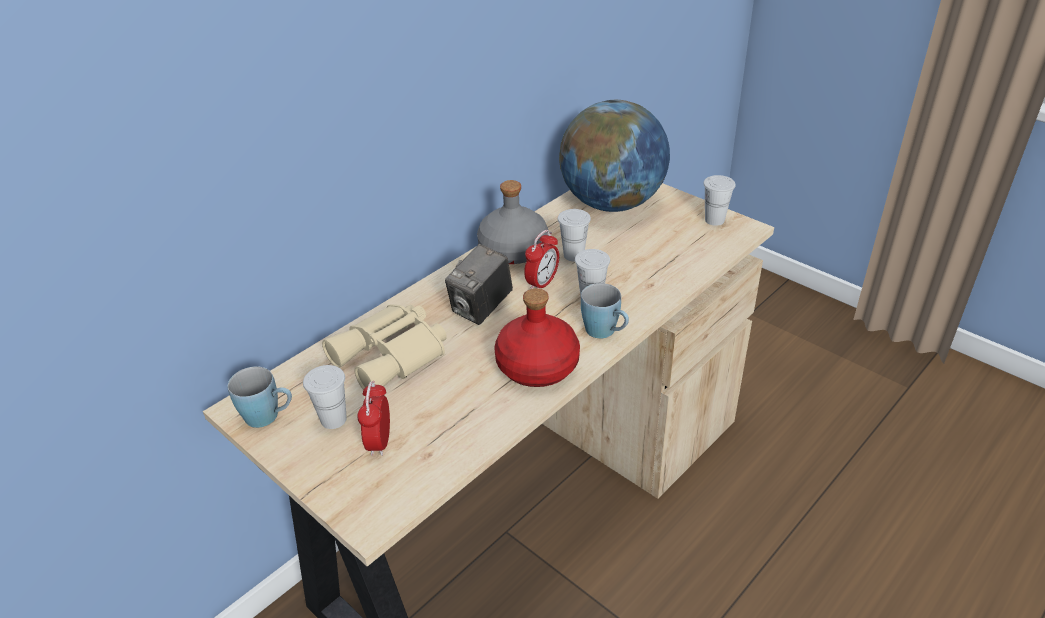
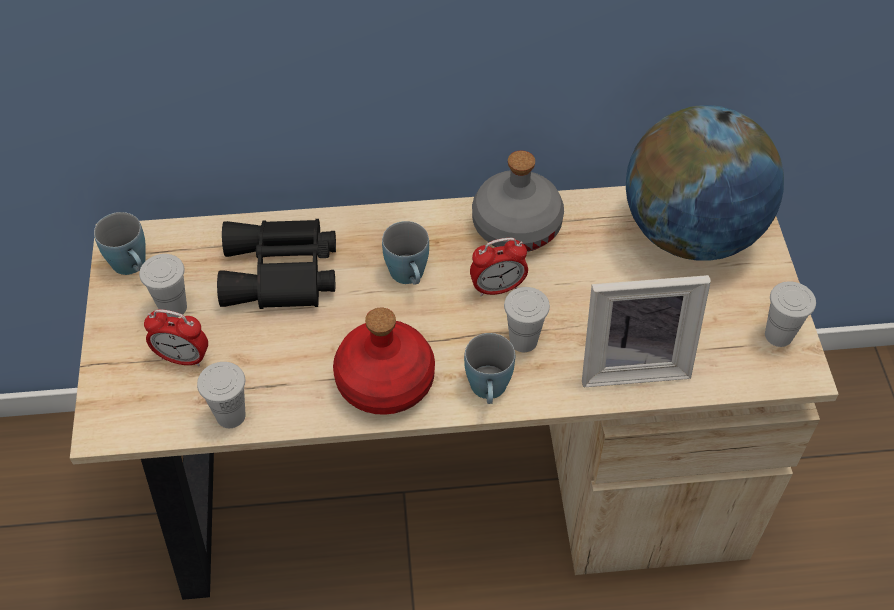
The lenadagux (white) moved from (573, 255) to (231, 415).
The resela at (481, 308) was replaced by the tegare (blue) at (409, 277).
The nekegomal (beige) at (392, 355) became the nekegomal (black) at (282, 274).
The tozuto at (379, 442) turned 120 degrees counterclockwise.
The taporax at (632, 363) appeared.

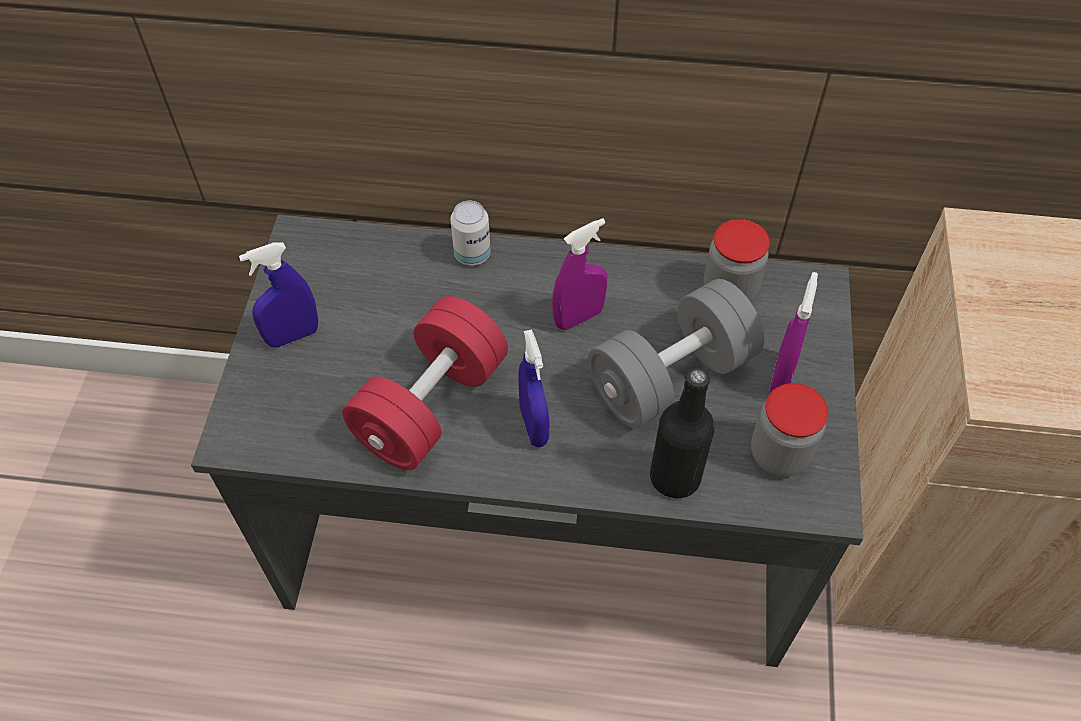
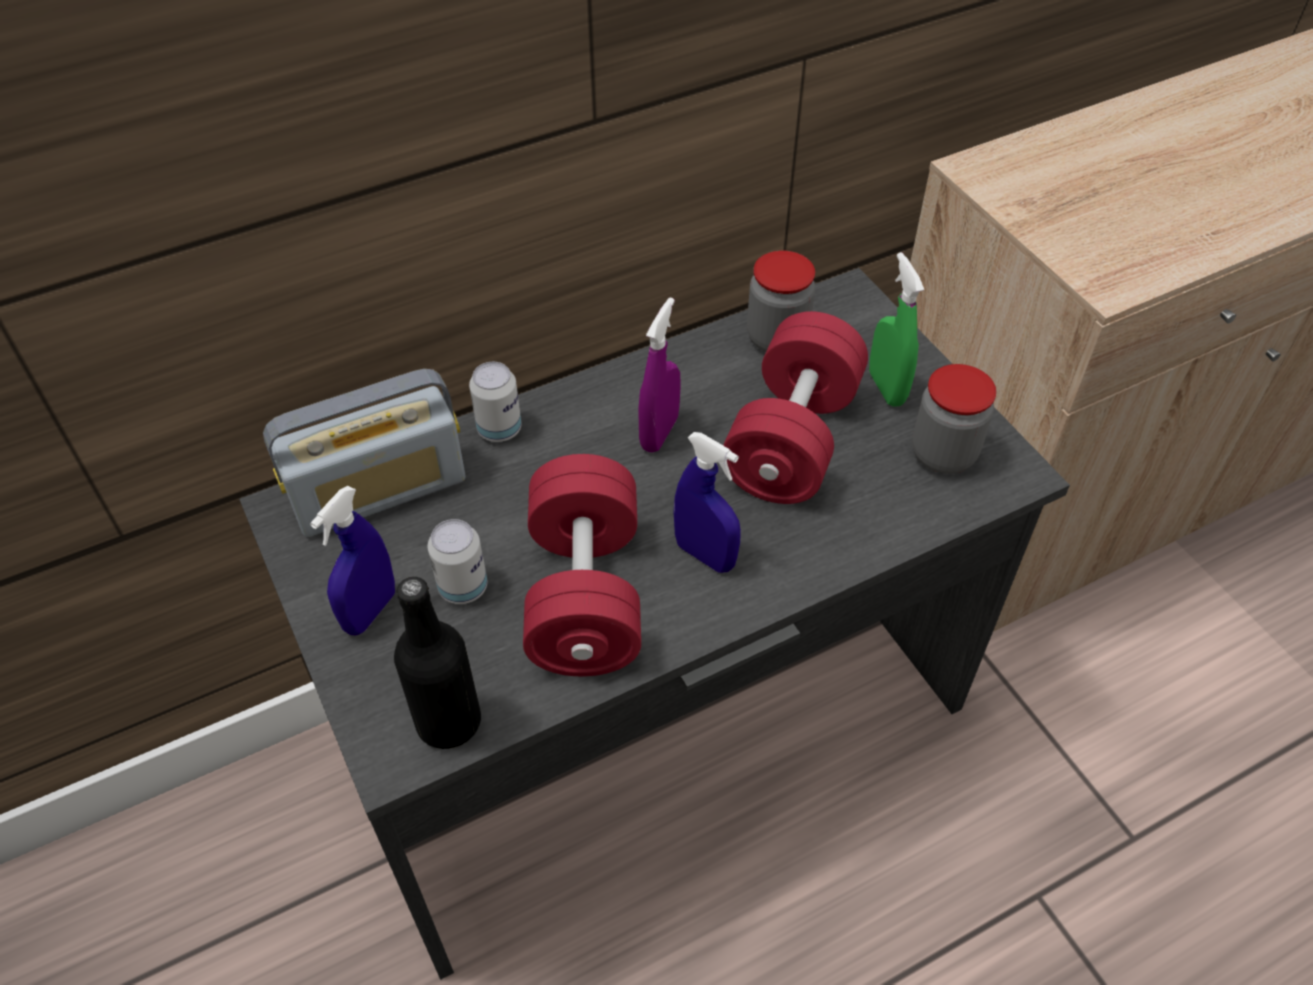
The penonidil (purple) at (781, 377) became the penonidil (green) at (886, 388).
The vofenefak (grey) at (671, 376) became the vofenefak (red) at (792, 439).
The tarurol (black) moved from (675, 477) to (448, 722).
The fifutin at (379, 491) appeared.
The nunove at (463, 587) appeared.

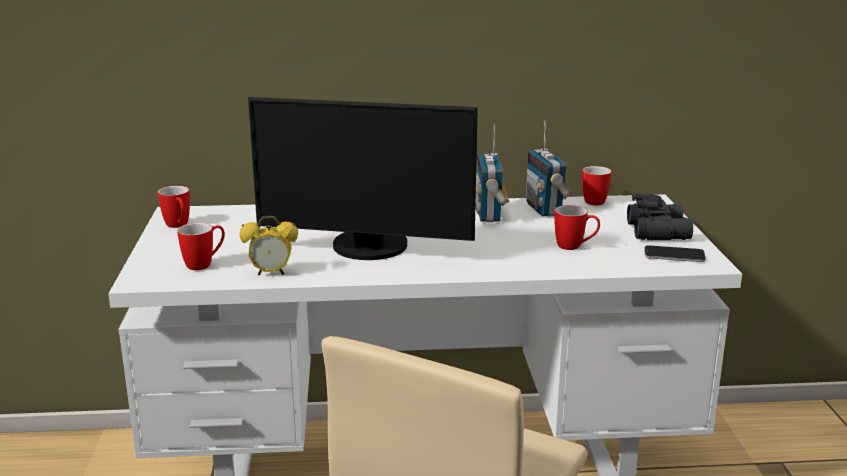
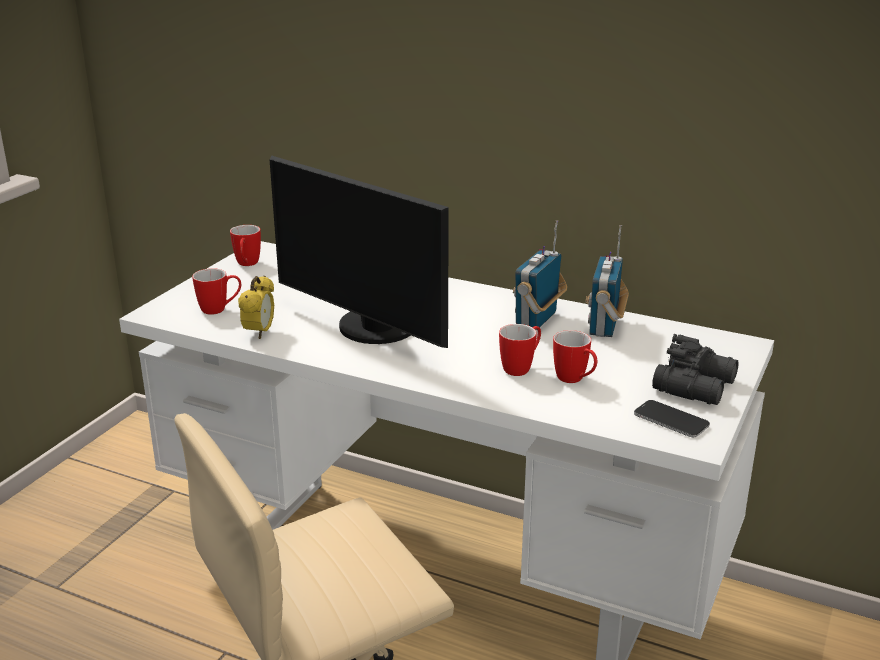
The tegare moved from (595, 200) to (521, 368).
The tozuto at (271, 273) turned 105 degrees counterclockwise.

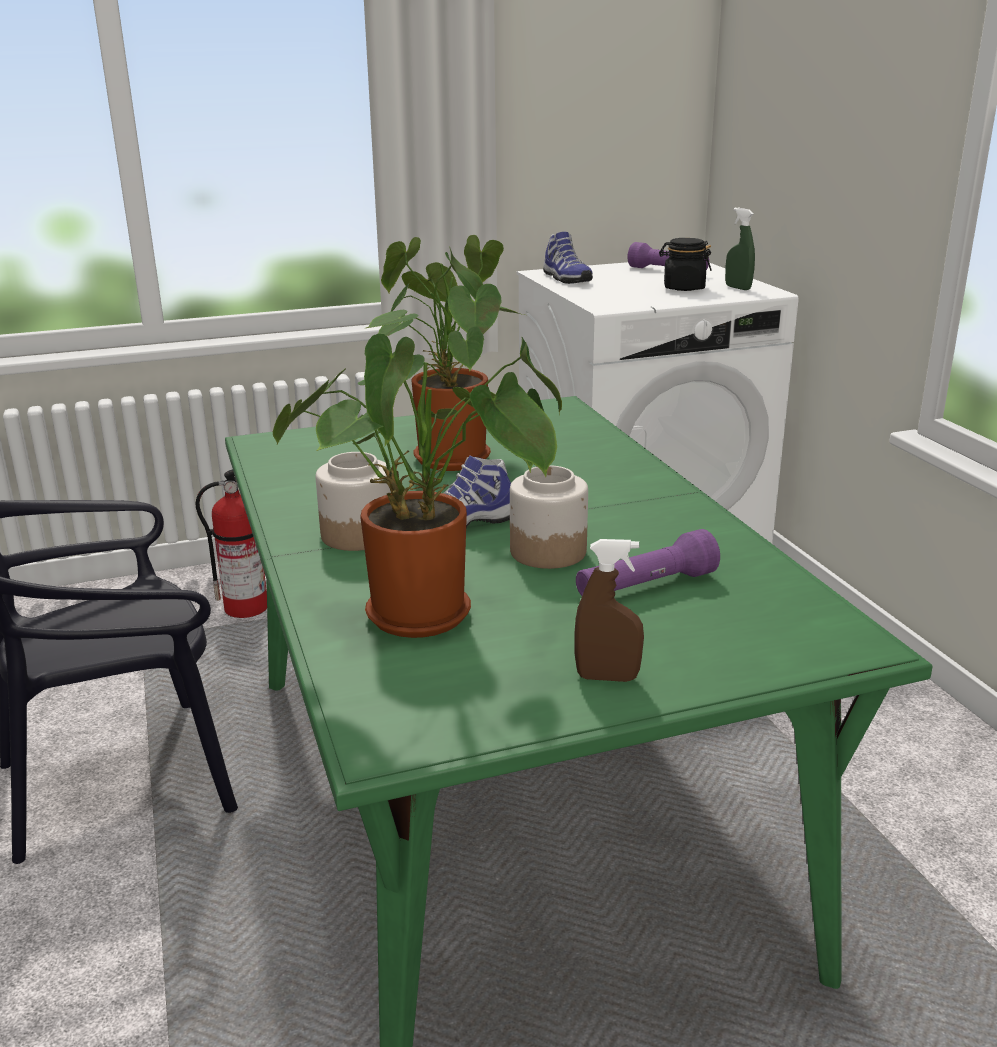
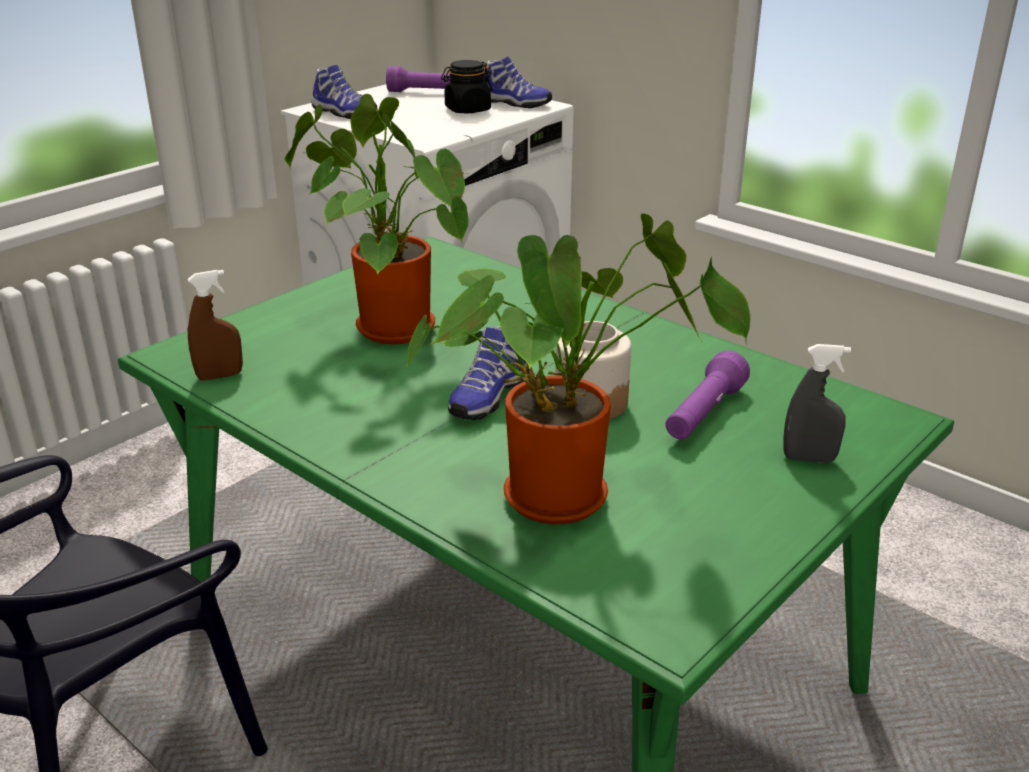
The penonidil (green) at (738, 288) was replaced by the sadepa at (514, 103).
The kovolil at (359, 535) disappeared.
The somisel at (248, 607) disappeared.
The penonidil (brown) moved from (607, 677) to (220, 376).
The penonidil (grey) at (809, 459) appeared.

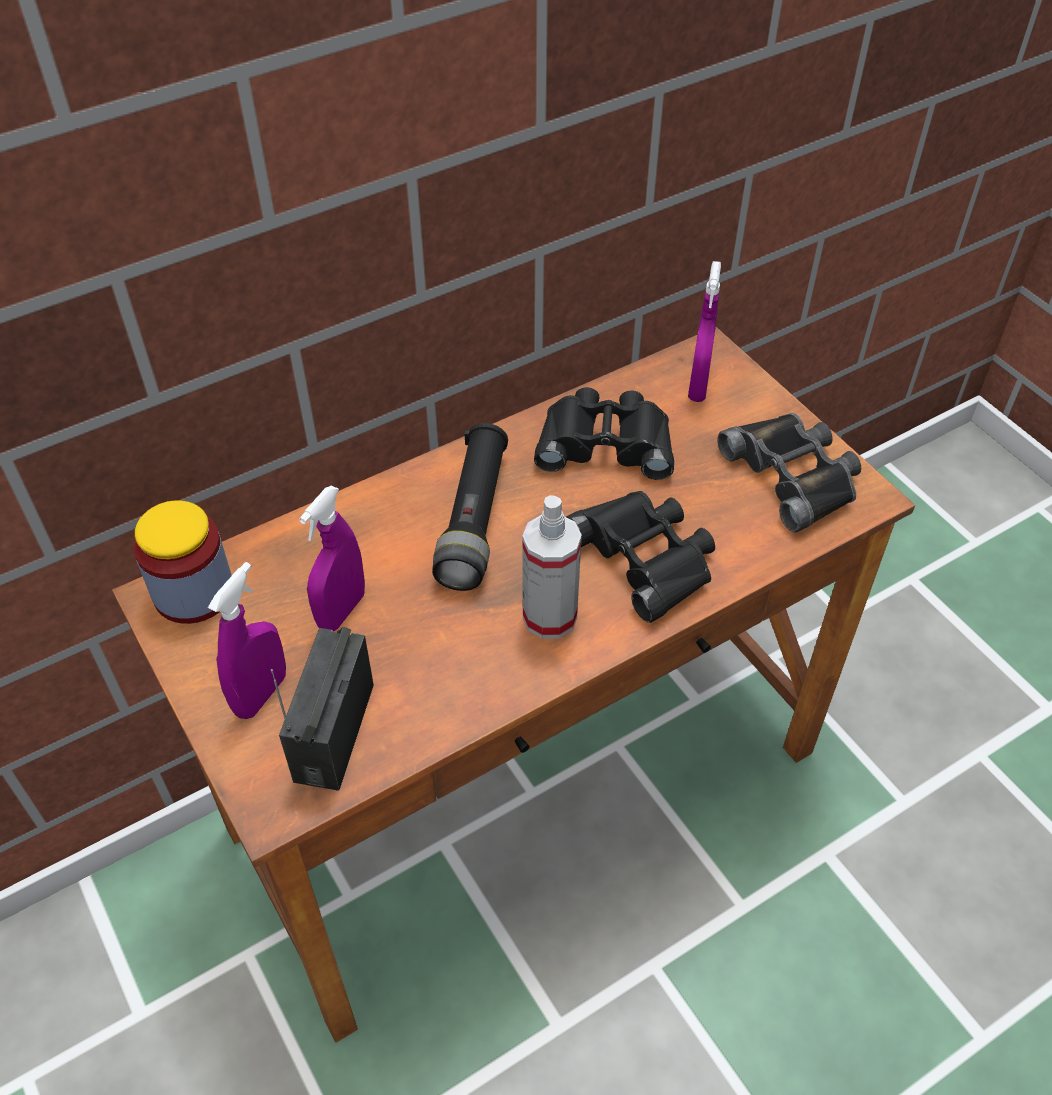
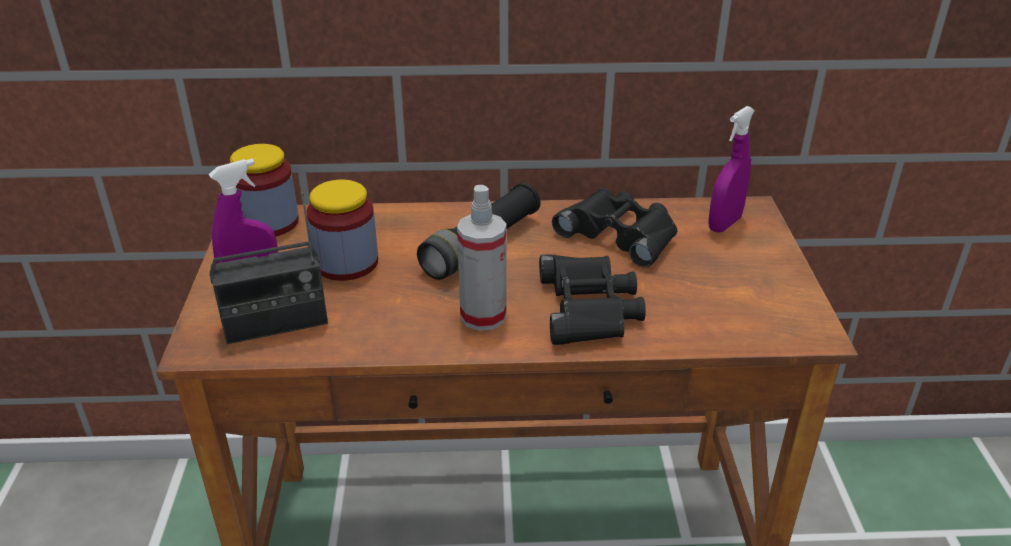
The nekegomal (black) at (793, 475) disappeared.
The penonidil (purple) at (341, 611) was replaced by the kovolil at (346, 263).
The fifutin at (333, 732) turned 150 degrees counterclockwise.

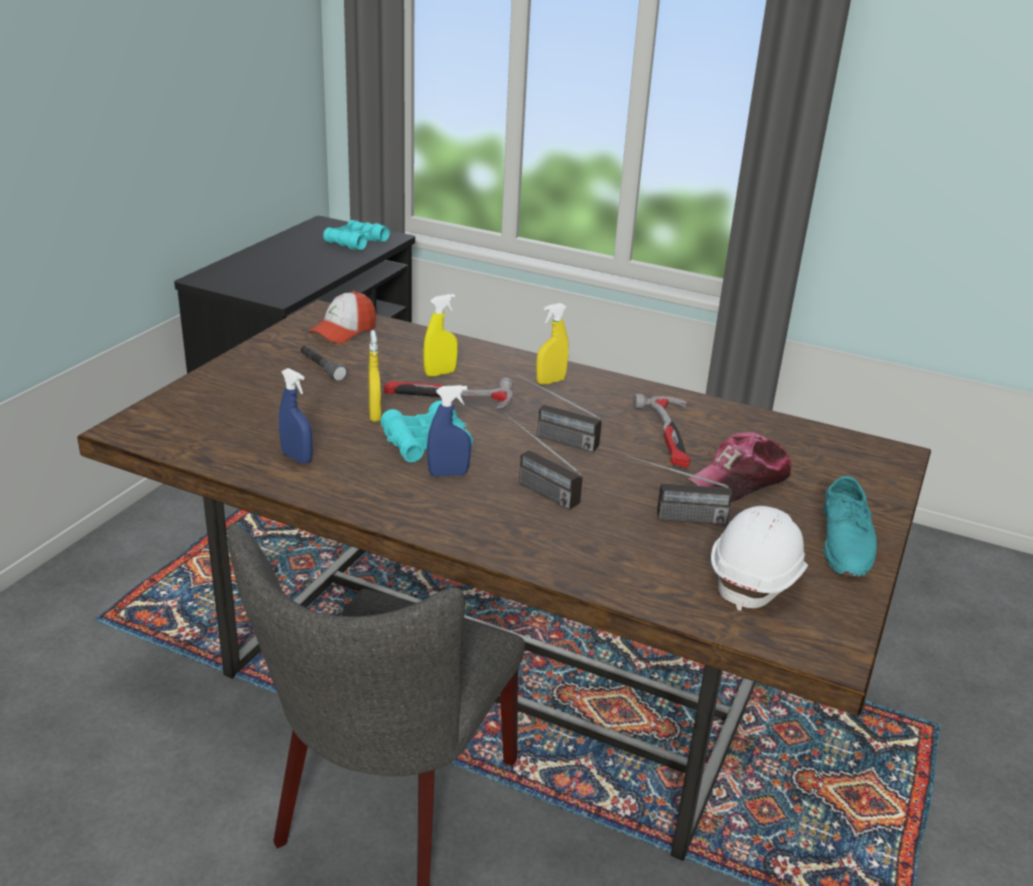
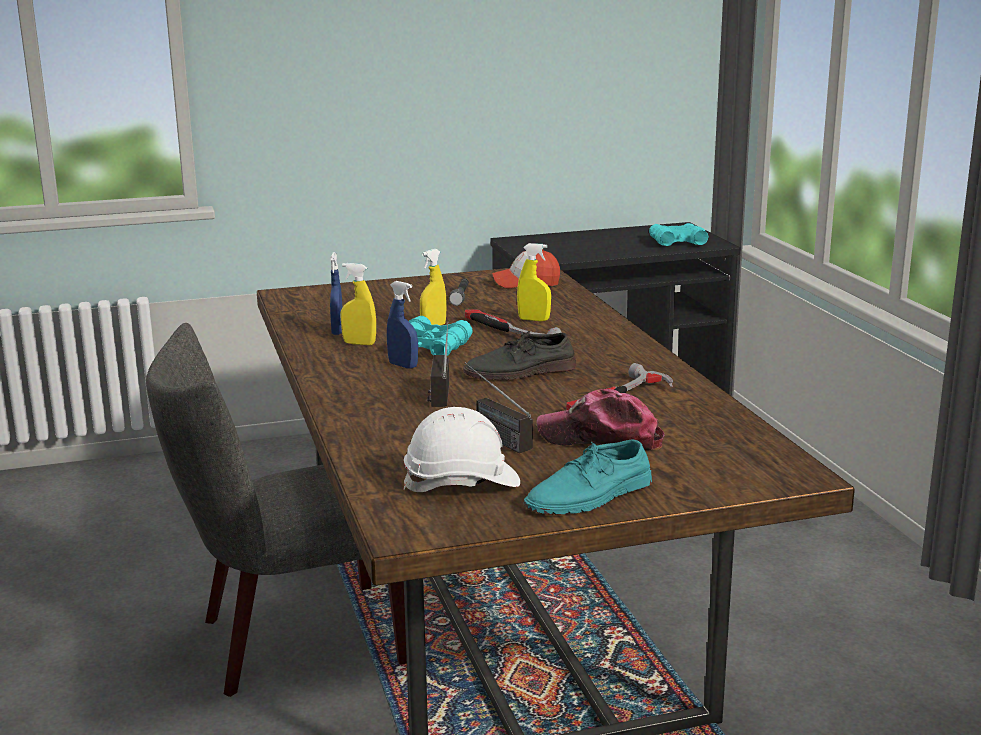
The penonidil (yellow) moved from (550, 381) to (359, 343).
The fifutin at (551, 437) was replaced by the sadepa (grey) at (520, 372).

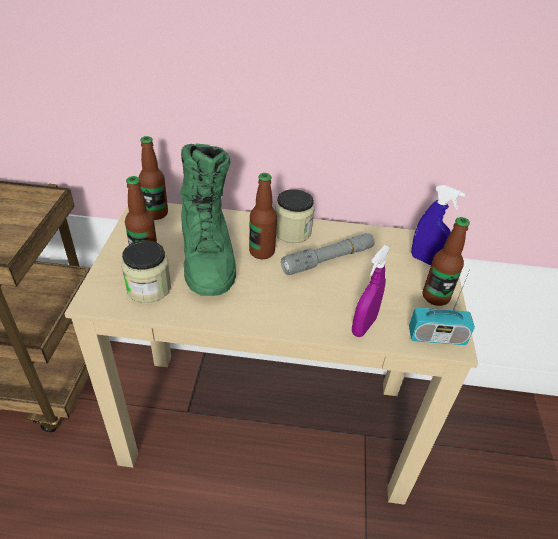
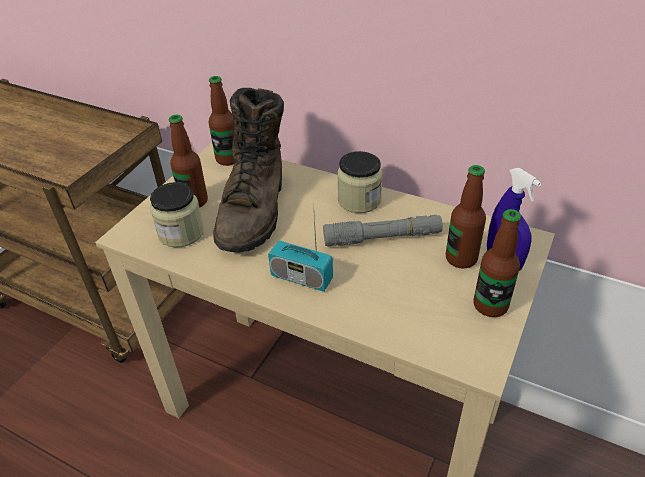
The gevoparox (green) at (207, 255) became the gevoparox (brown) at (255, 210).
The tarurol moved from (262, 252) to (461, 258).
The penonidil (purple) at (363, 326) disappeared.
The fifutin moved from (436, 337) to (301, 278).

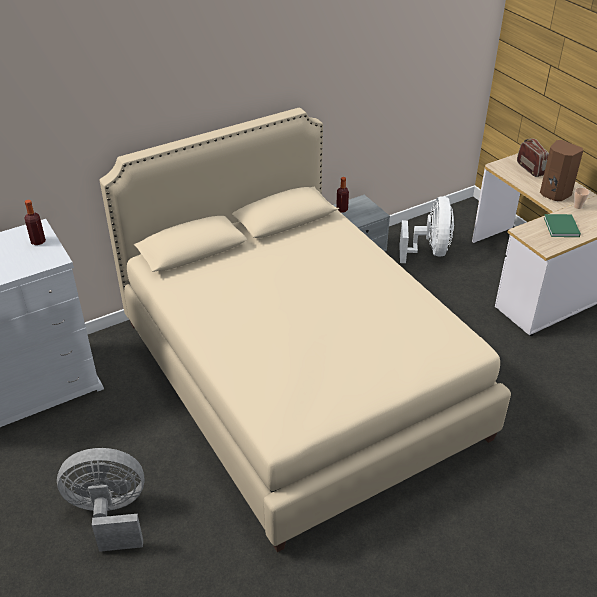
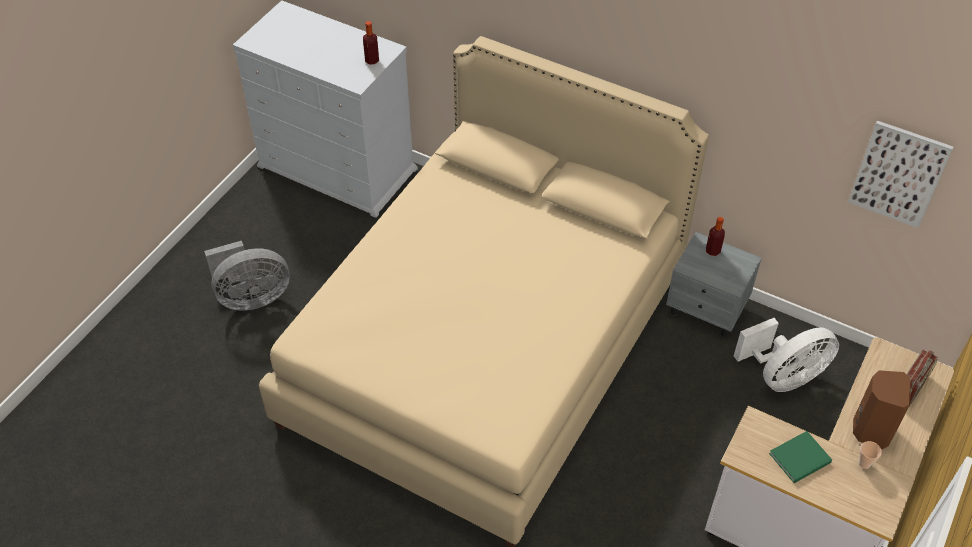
The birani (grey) at (110, 514) turned 105 degrees clockwise.
The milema at (899, 174) appeared.

